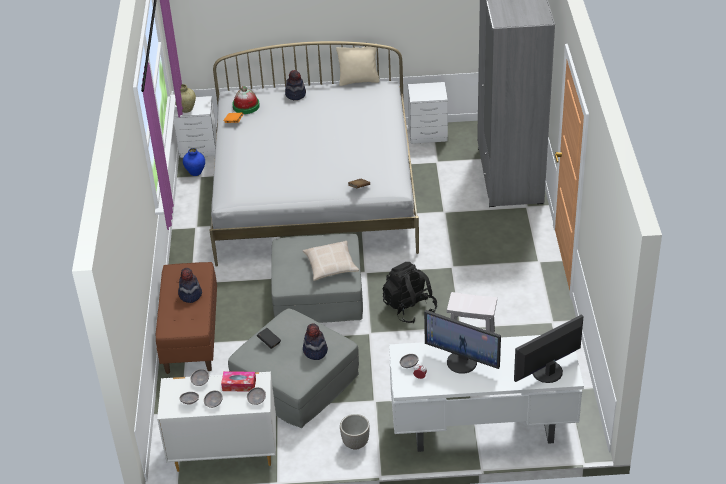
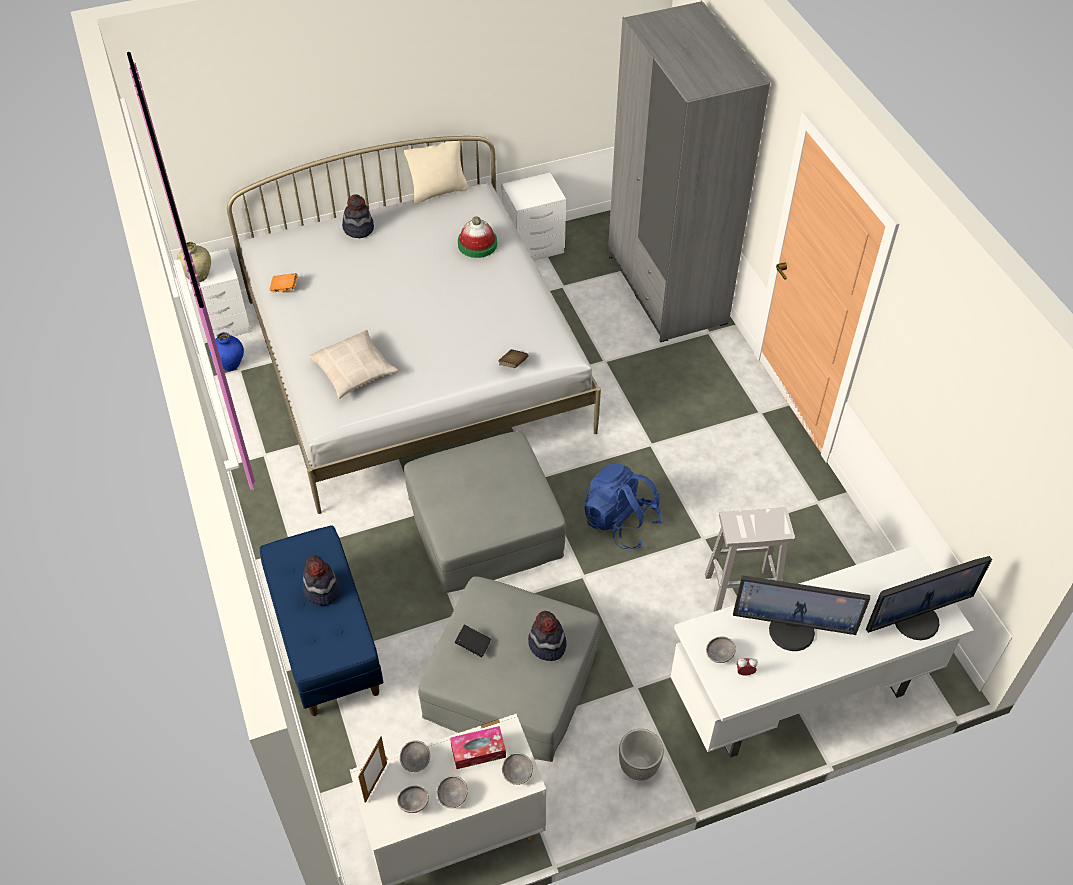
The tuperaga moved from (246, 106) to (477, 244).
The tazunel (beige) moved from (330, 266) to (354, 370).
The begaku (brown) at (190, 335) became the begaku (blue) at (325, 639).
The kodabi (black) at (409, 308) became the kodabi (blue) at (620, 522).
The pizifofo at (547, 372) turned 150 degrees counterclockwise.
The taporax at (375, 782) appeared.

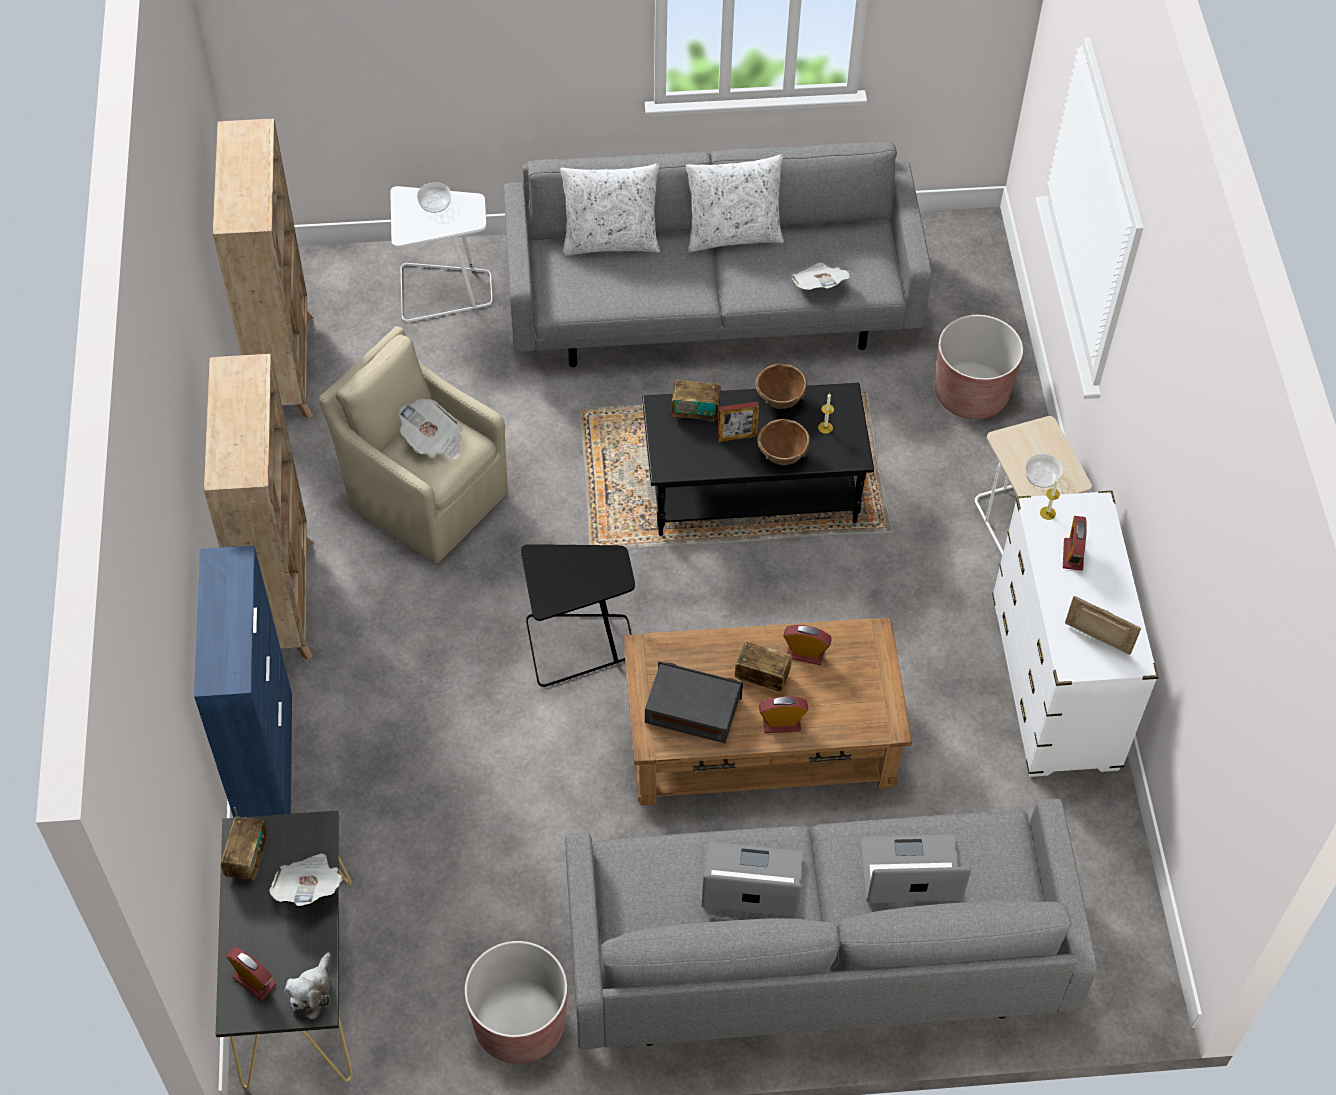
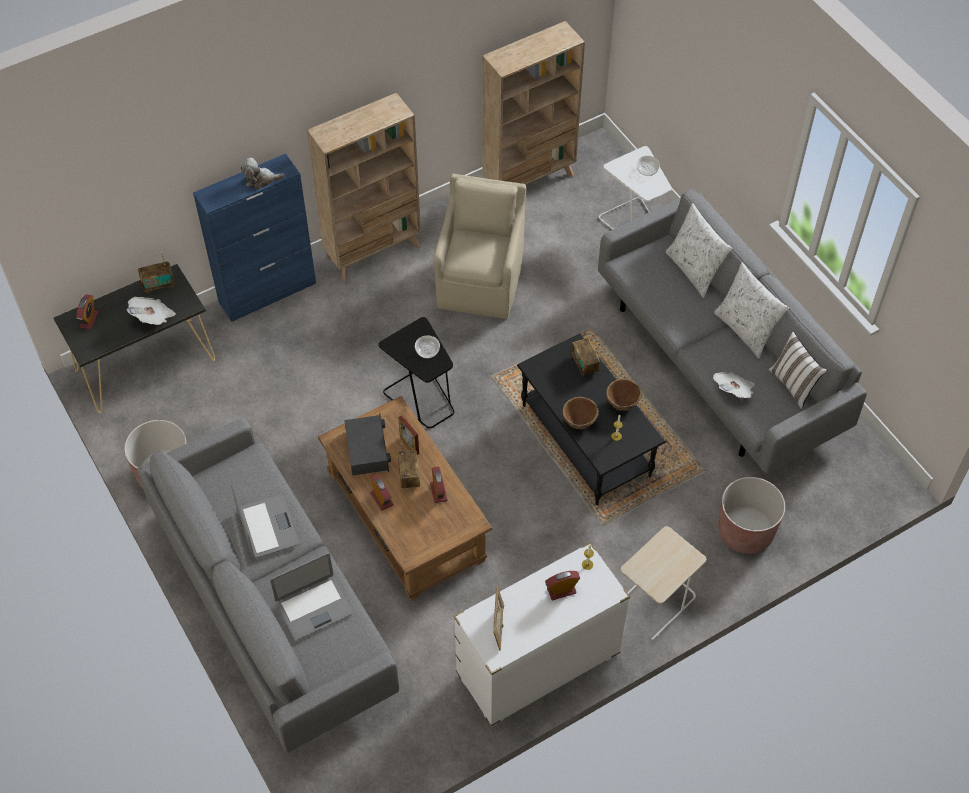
The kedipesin at (433, 441) disappeared.
The taporax moved from (737, 437) to (409, 445).
The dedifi moved from (1042, 477) to (428, 351).
The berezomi at (910, 872) turned 90 degrees clockwise.
The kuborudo moved from (312, 992) to (261, 180).
The tazunel (white) at (793, 385) appeared.

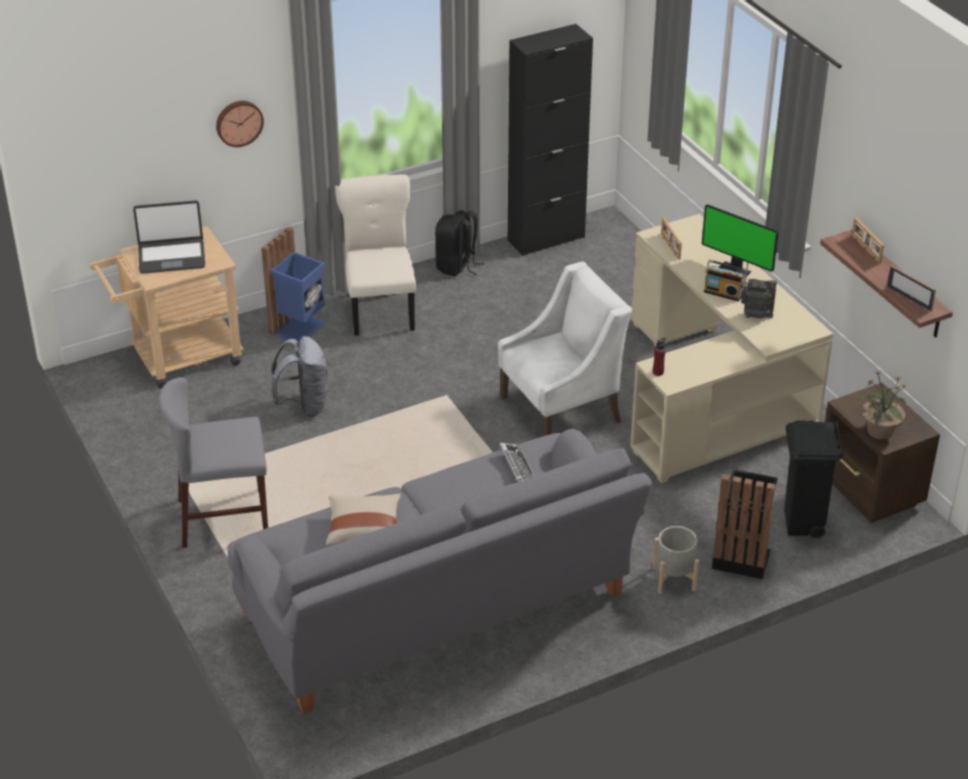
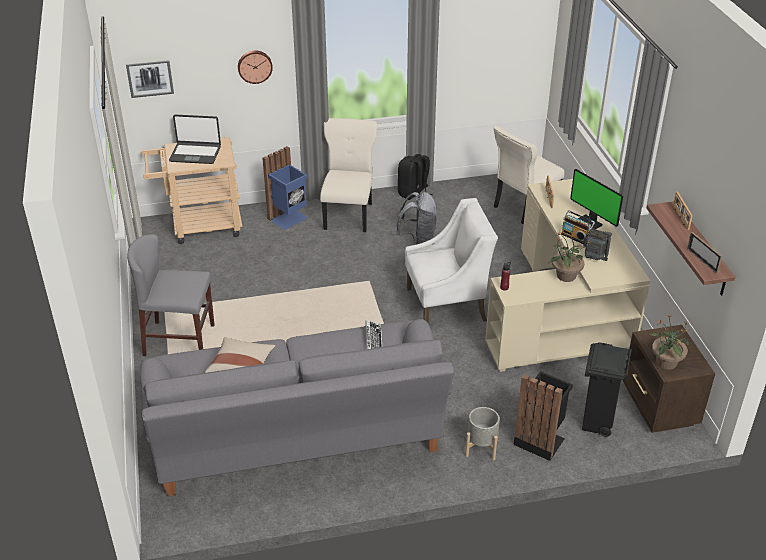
The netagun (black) at (546, 239) disappeared.
The kodabi (grey) moved from (303, 405) to (418, 240).
The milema at (150, 78) appeared.
The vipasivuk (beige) at (523, 207) appeared.
The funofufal at (565, 276) appeared.

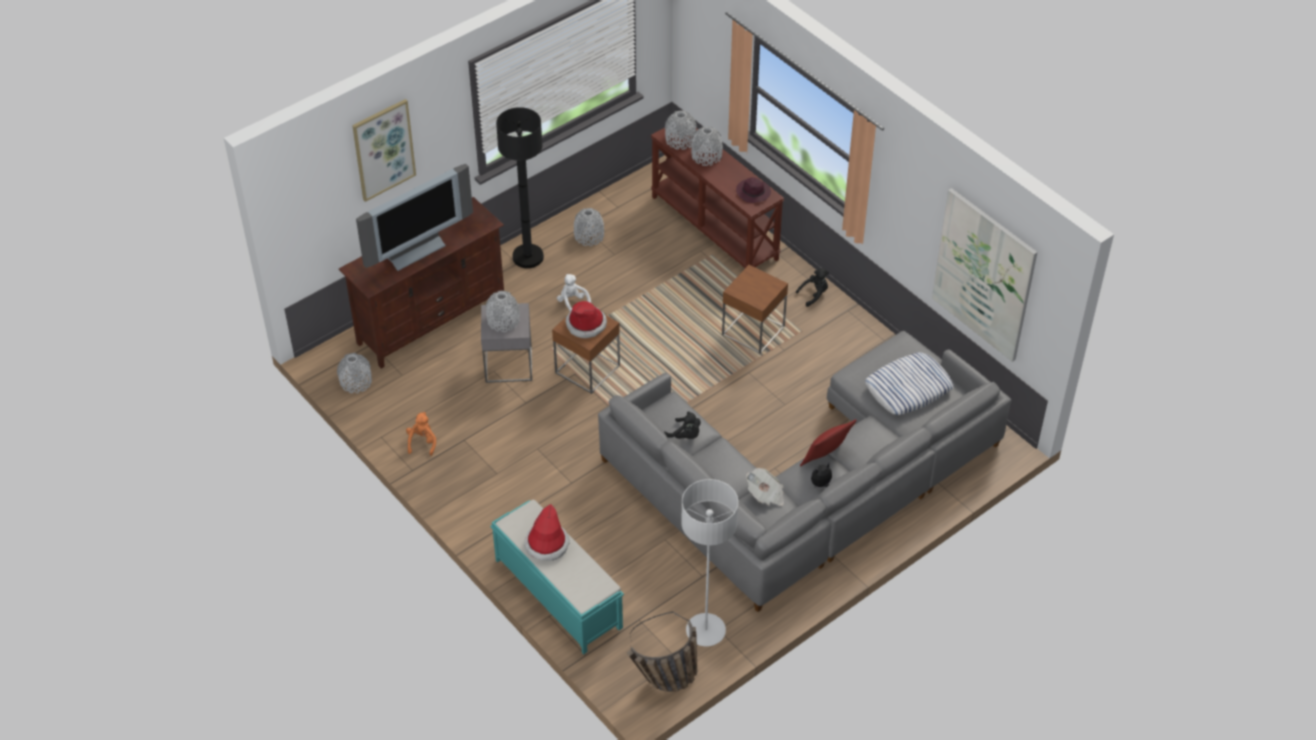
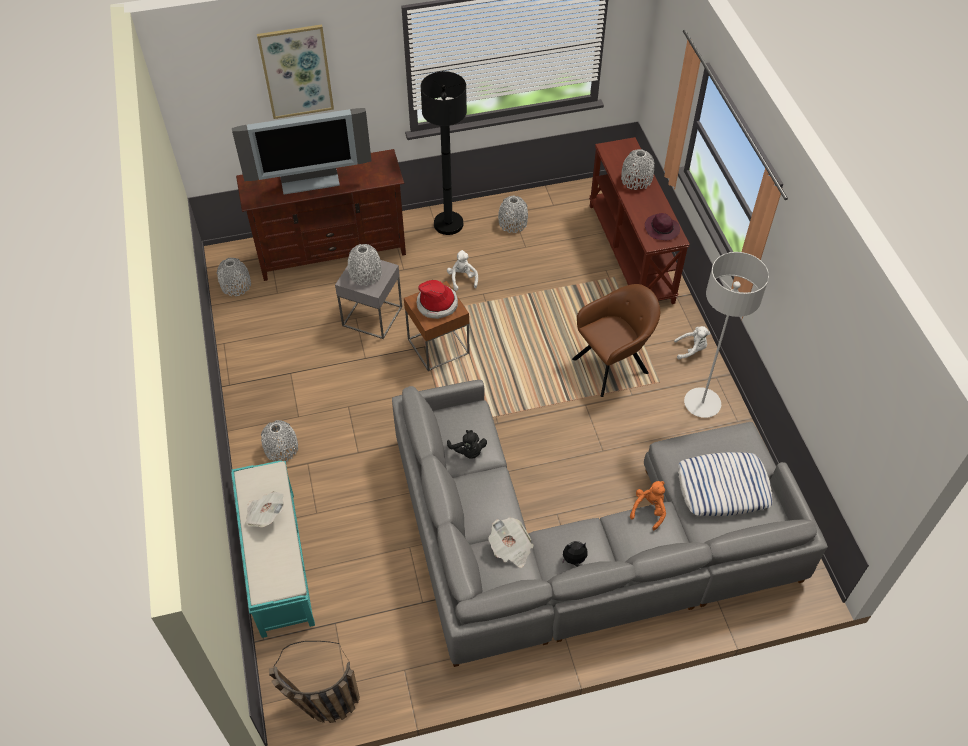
The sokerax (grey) moved from (680, 140) to (281, 448).
The milema at (984, 275) disappeared.
The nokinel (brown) at (753, 331) was replaced by the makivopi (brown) at (613, 365).
The kuborudo (black) at (814, 294) became the kuborudo (white) at (691, 349).
The kuborudo (orange) moved from (422, 442) to (649, 510).
The tazunel (red) at (825, 458) disappeared.
The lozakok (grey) moved from (705, 631) to (702, 403).
The tuperaga at (547, 544) was replaced by the kedipesin at (265, 514).

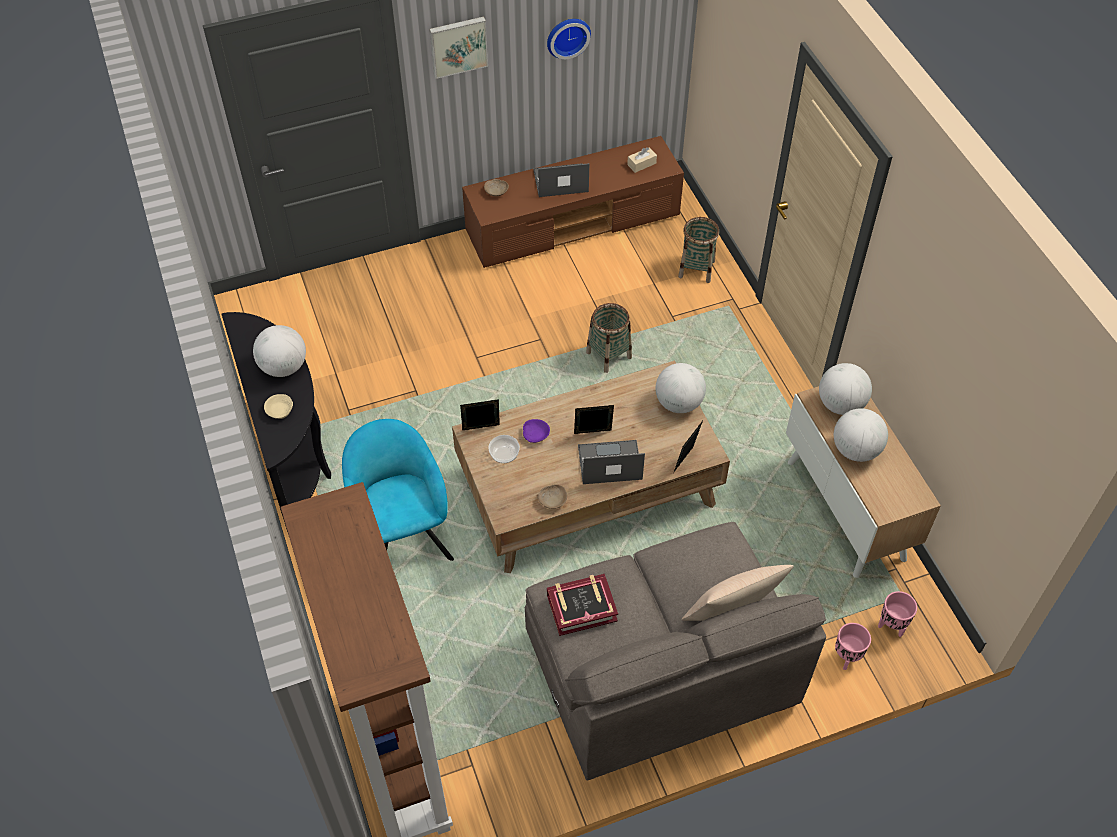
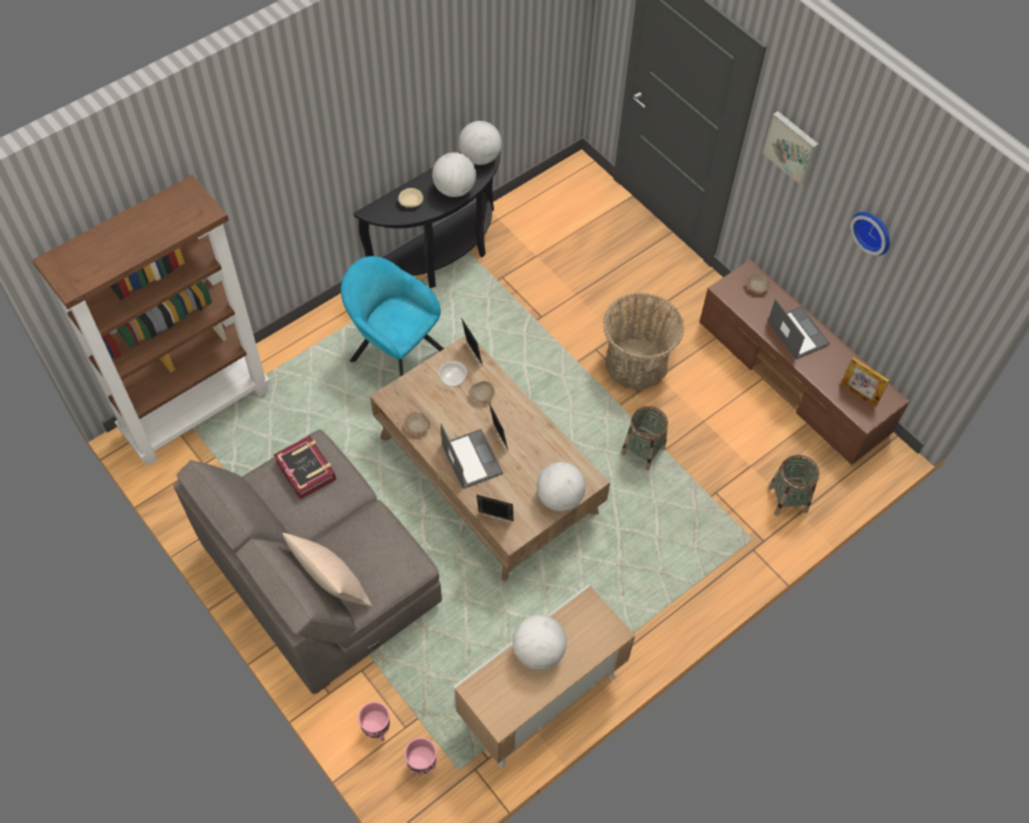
The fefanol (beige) at (641, 164) was replaced by the taporax at (858, 394).
The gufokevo moved from (841, 404) to (480, 158).
The makivopi (turquoise) at (402, 534) turned 105 degrees counterclockwise.
The dedifi (purple) at (535, 435) became the dedifi (beige) at (481, 395).
The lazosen at (636, 363) appeared.

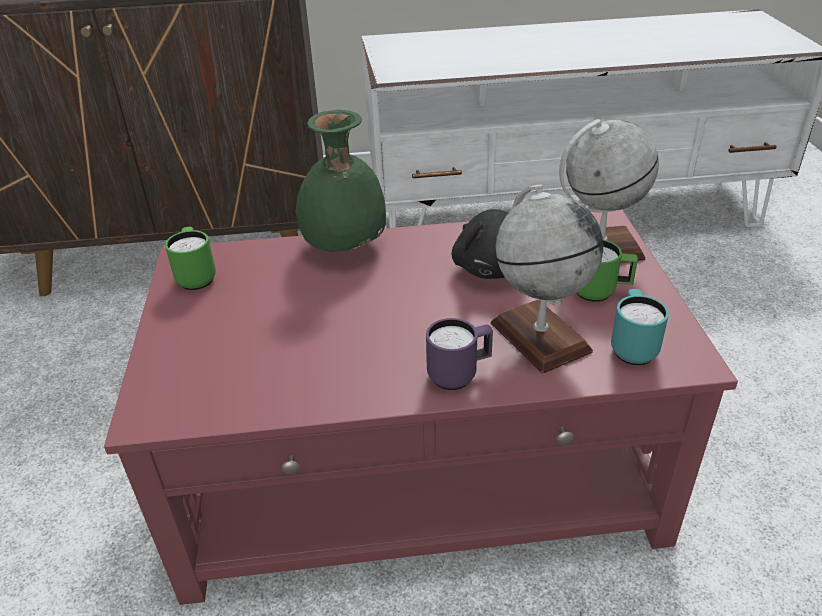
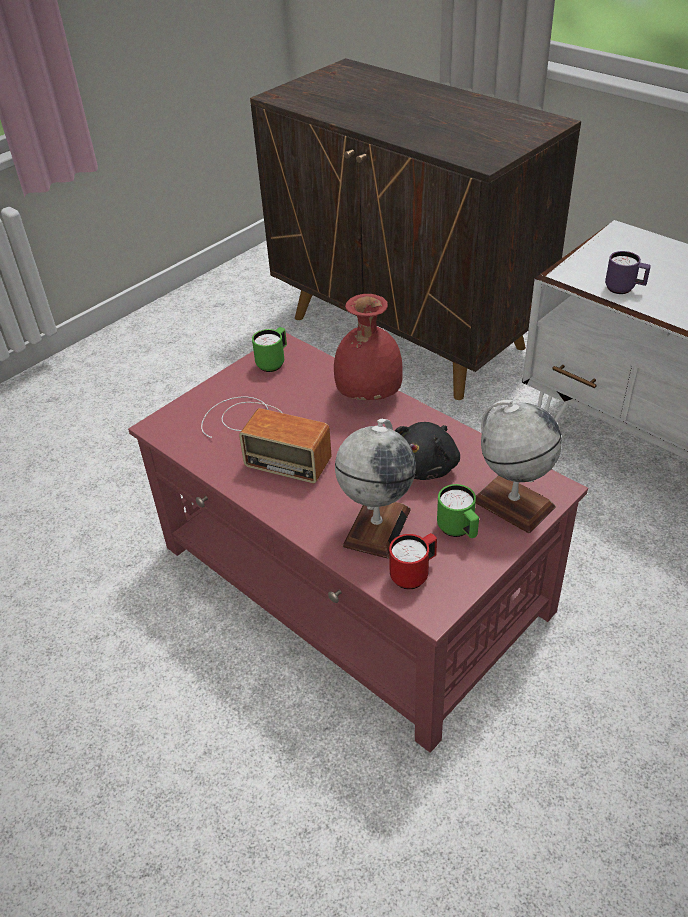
The sokerax (green) at (343, 248) became the sokerax (red) at (367, 395).
The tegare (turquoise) at (632, 348) became the tegare (red) at (414, 574).
The tegare (purple) moved from (459, 375) to (624, 289).
The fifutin at (263, 437) appeared.

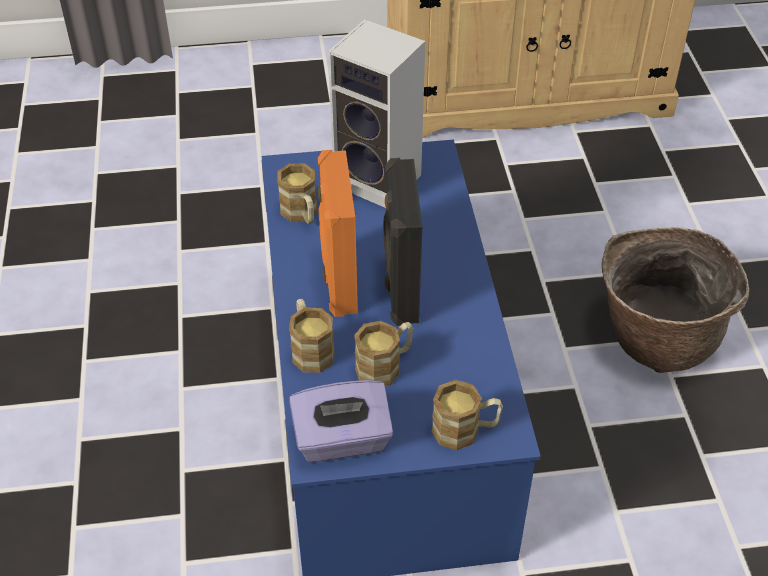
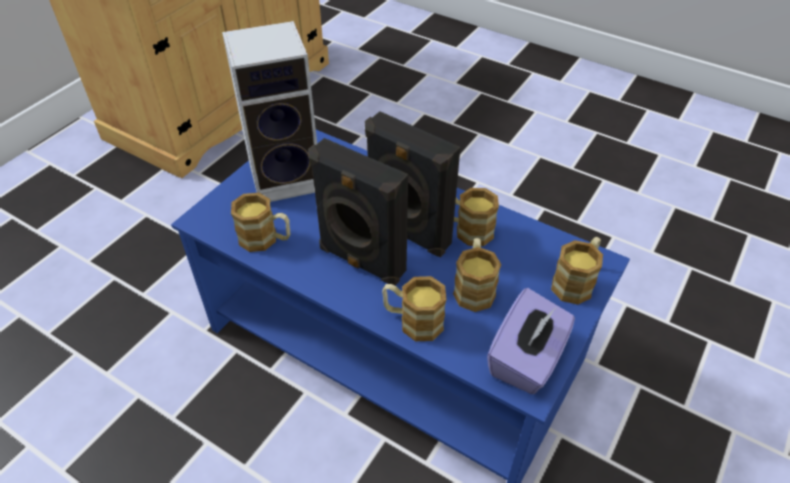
The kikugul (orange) at (338, 281) became the kikugul (black) at (360, 261).
The lazosen at (655, 338) disappeared.
The tegare at (466, 230) appeared.

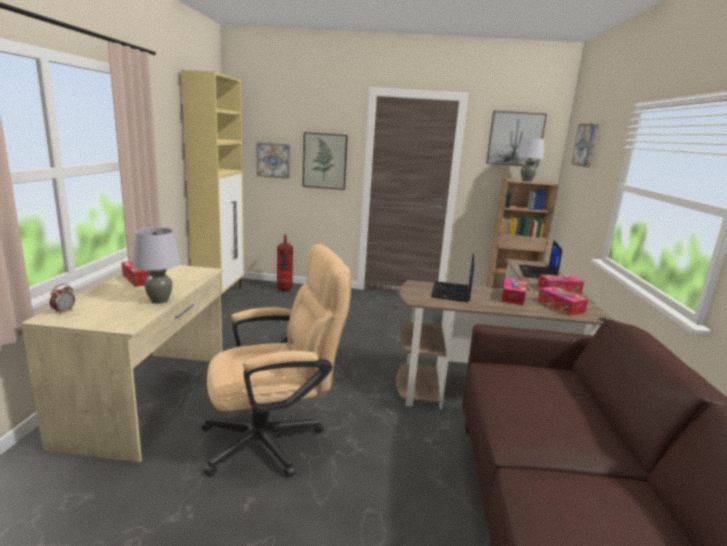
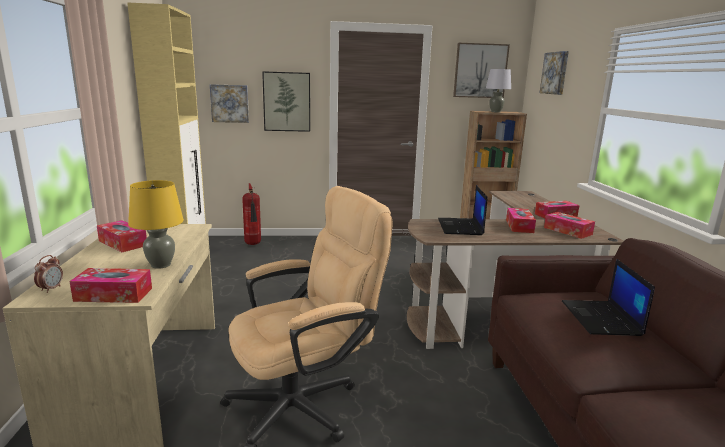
The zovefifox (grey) at (159, 301) became the zovefifox (yellow) at (160, 265).
The berezomi moved from (537, 273) to (602, 319).
The fefanol at (113, 294) appeared.

